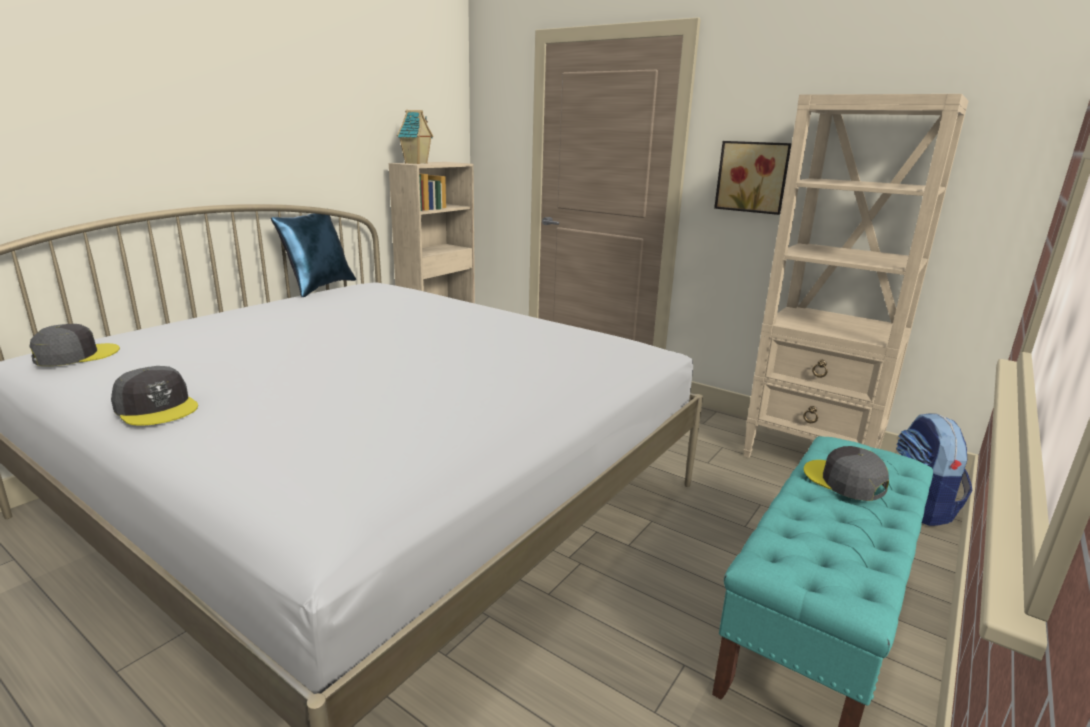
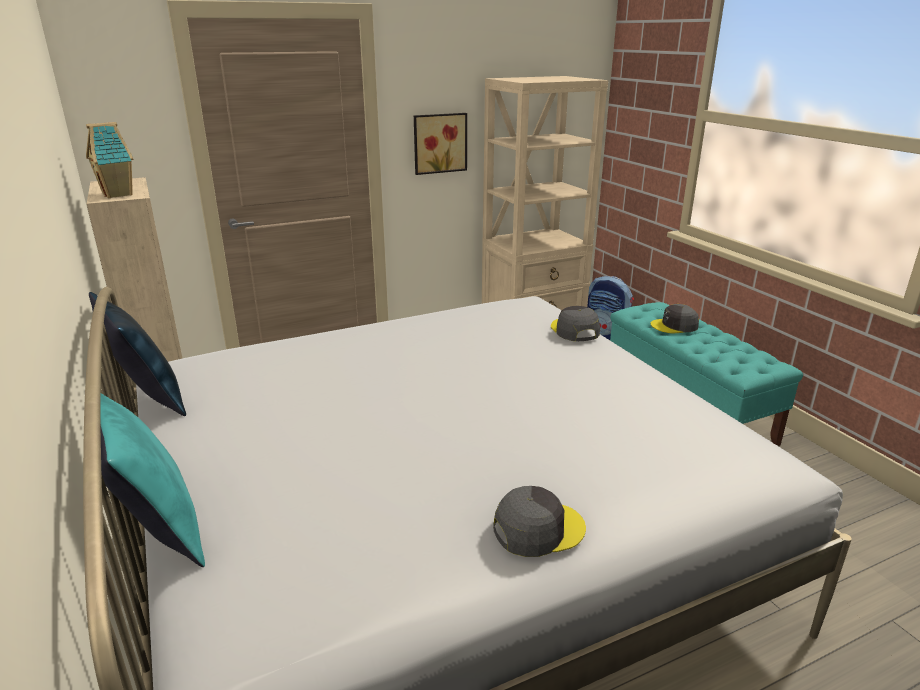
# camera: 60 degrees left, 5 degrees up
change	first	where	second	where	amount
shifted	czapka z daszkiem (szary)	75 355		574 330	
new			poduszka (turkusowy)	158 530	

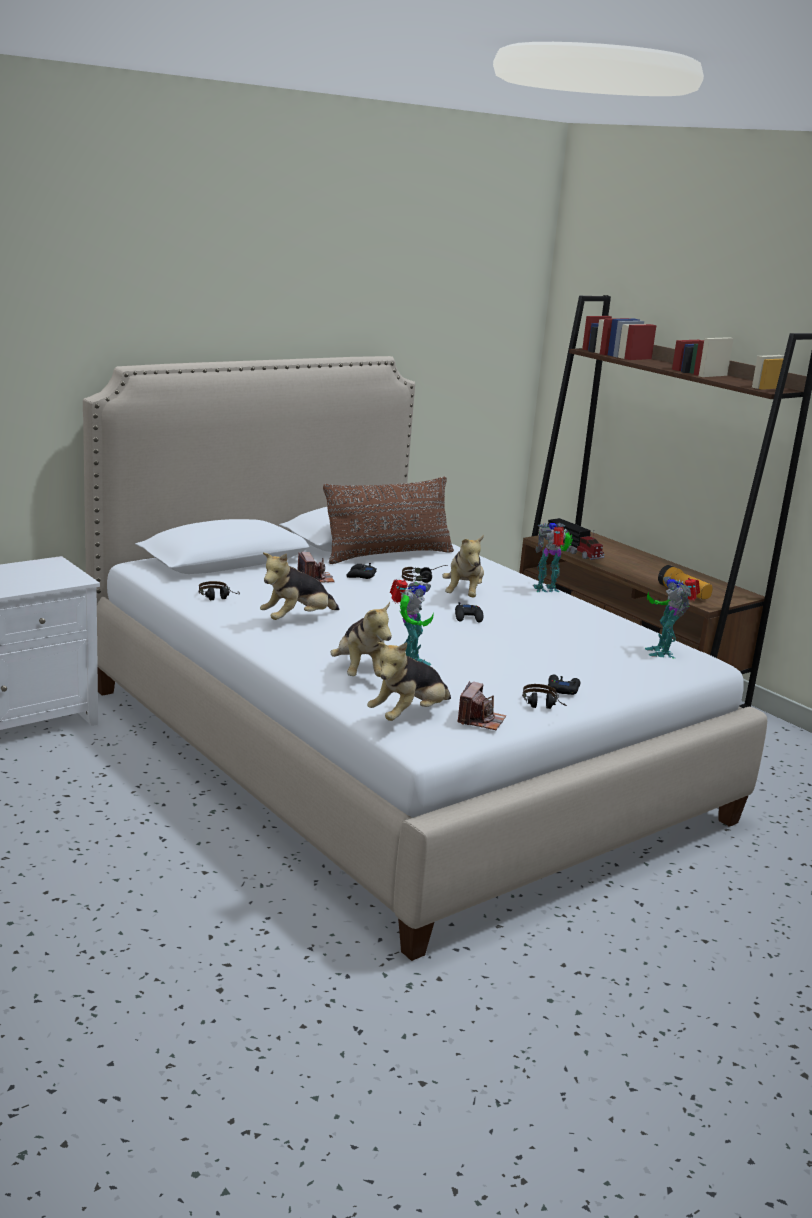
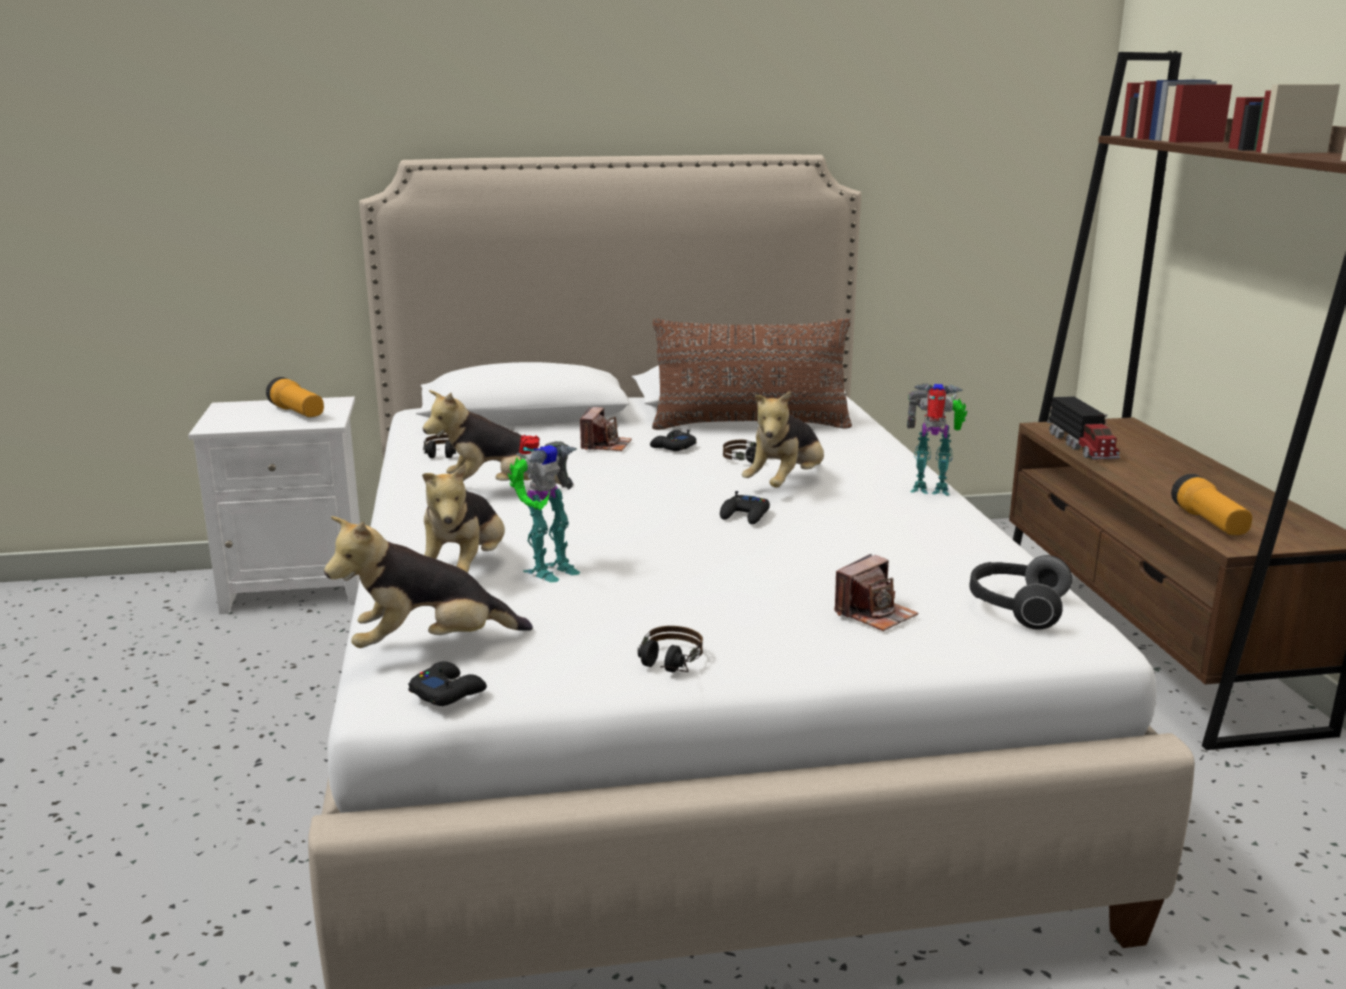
# camera: 30 degrees right, 0 degrees up
change	first	where	second	where	amount
shifted	aparat fotograficzny	480 720		875 614	
shifted	pad do gier (czarny)	562 689		448 692	
swapped	robot zabawkowy	663 652	słuchawki	1015 608	
new			latarka	297 413	

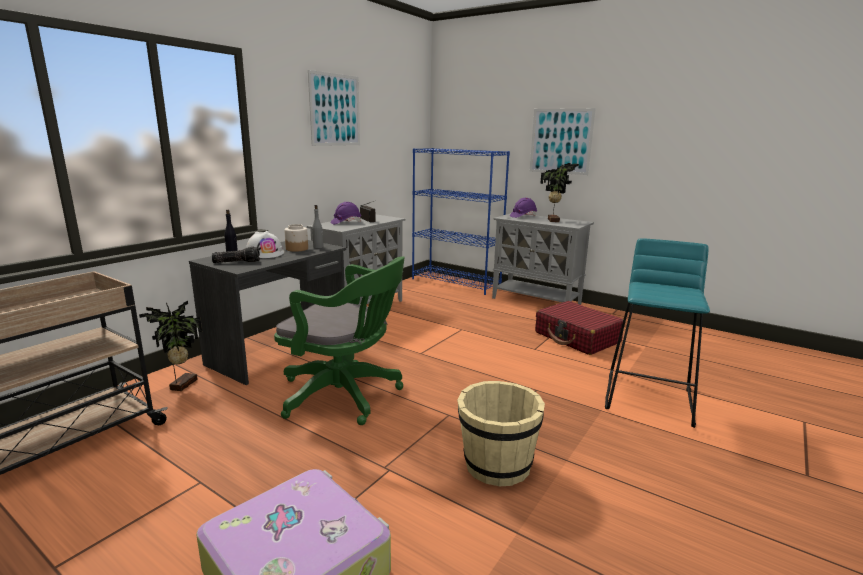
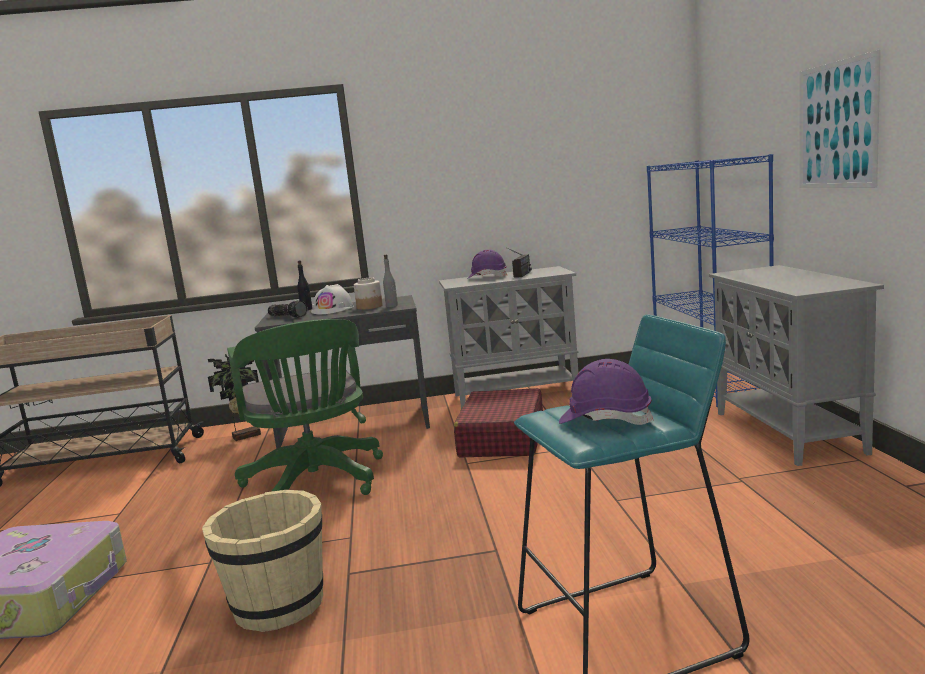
# camera: 50 degrees right, 5 degrees down
change	first	where	second	where	amount
gone	obraz	335 110			
shifted	kask (fioletowy)	523 216		605 420	
shifted	walizka (czerwony)	577 338		502 438	
gone	roślina doniczkowa	554 220			

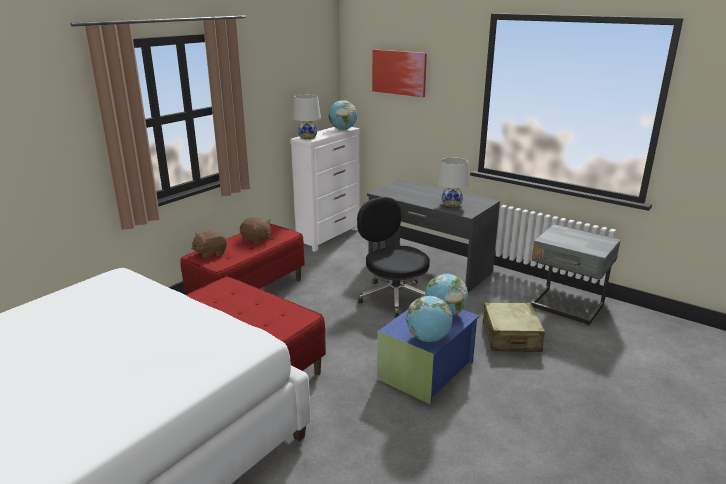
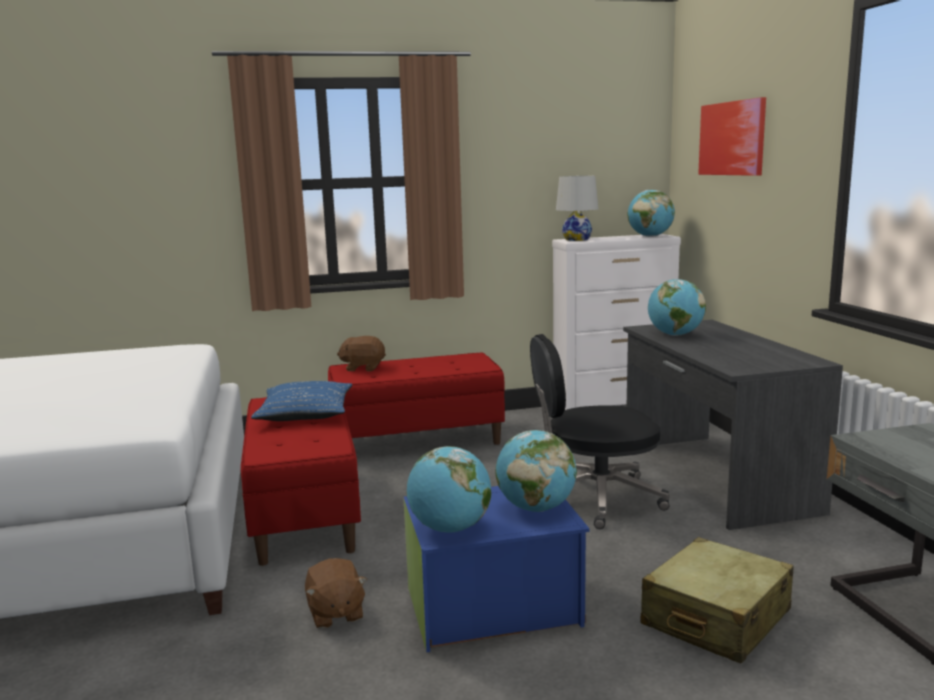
# camera: 40 degrees right, 10 degrees down
change	first	where	second	where	amount
shifted	pluszak (brązowy)	256 239		335 613	
rotated	krzesło biurowe (czarny)	393 297		595 498	105 degrees counterclockwise
gone	lampa stołowa (biały)	451 204			
new			poduszka (niebieski)	305 413	
new			globus	675 335	

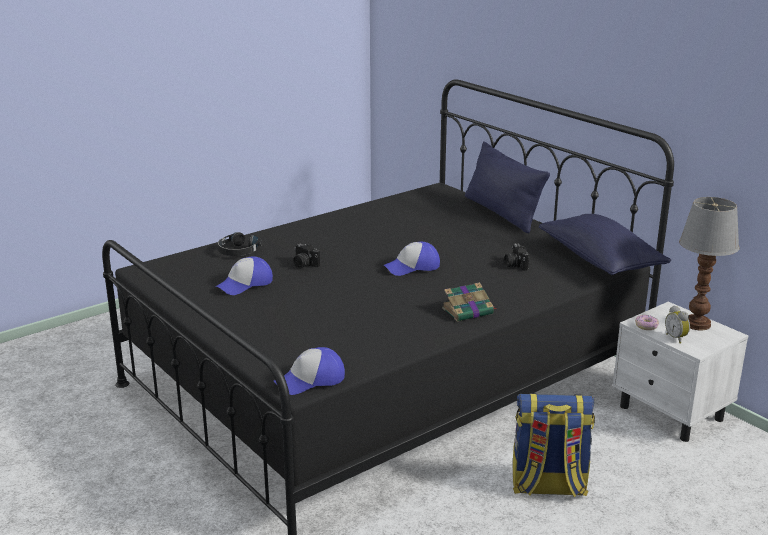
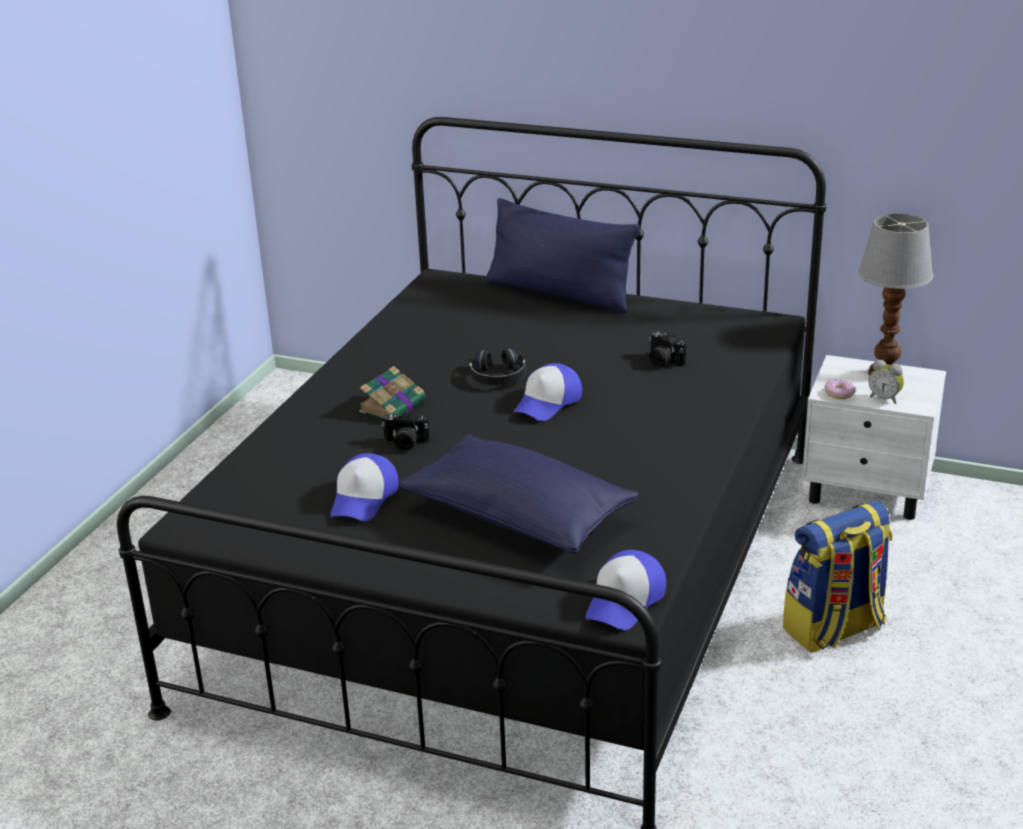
# camera: 30 degrees left, 5 degrees up
change	first	where	second	where	amount
shifted	słuchawki (czarny)	238 251		498 376	
shifted	książka	468 311		394 405	
shifted	poduszka (niebieski)	600 260		518 517	

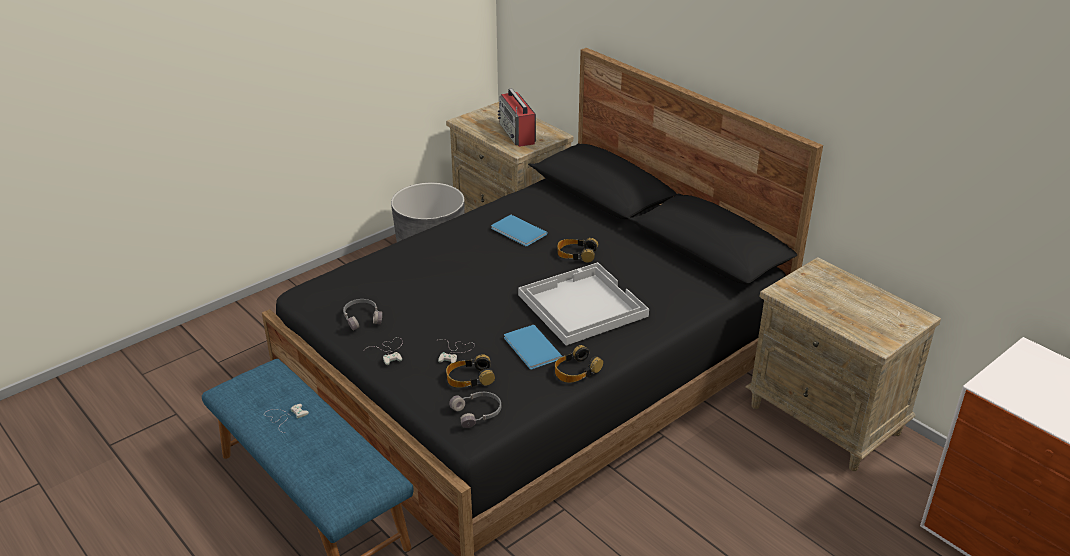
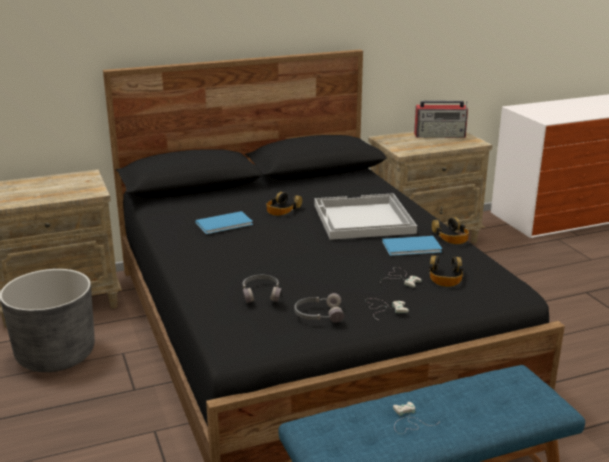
# camera: 70 degrees left, 10 degrees down
change	first	where	second	where	amount
shifted	słuchawki (szary)	478 413		261 293	
shifted	radio	517 134		440 135	

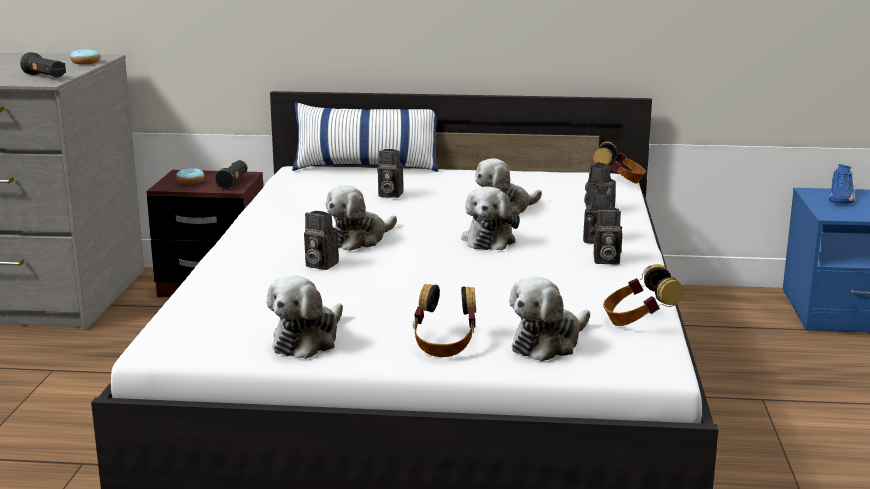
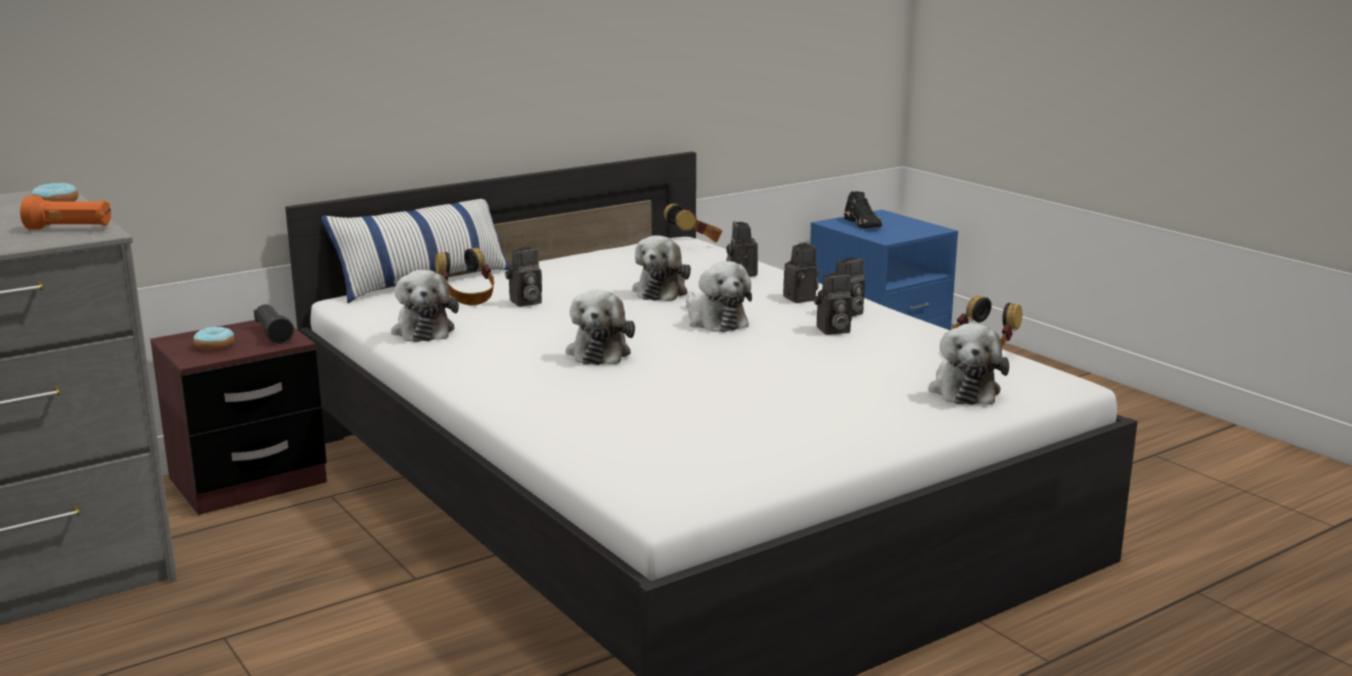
# camera: 40 degrees left, 0 degrees up
change	first	where	second	where	amount
repainted	latarka (czarny)	45 77	latarka (pomarańczowy)	70 229	
shifted	pluszak	308 340		423 330	
shifted	aparat fotograficzny	319 264		832 330	
shifted	słuchawki	444 345		467 298	
repainted	but (niebieski)	841 198	but (czarny)	863 224	

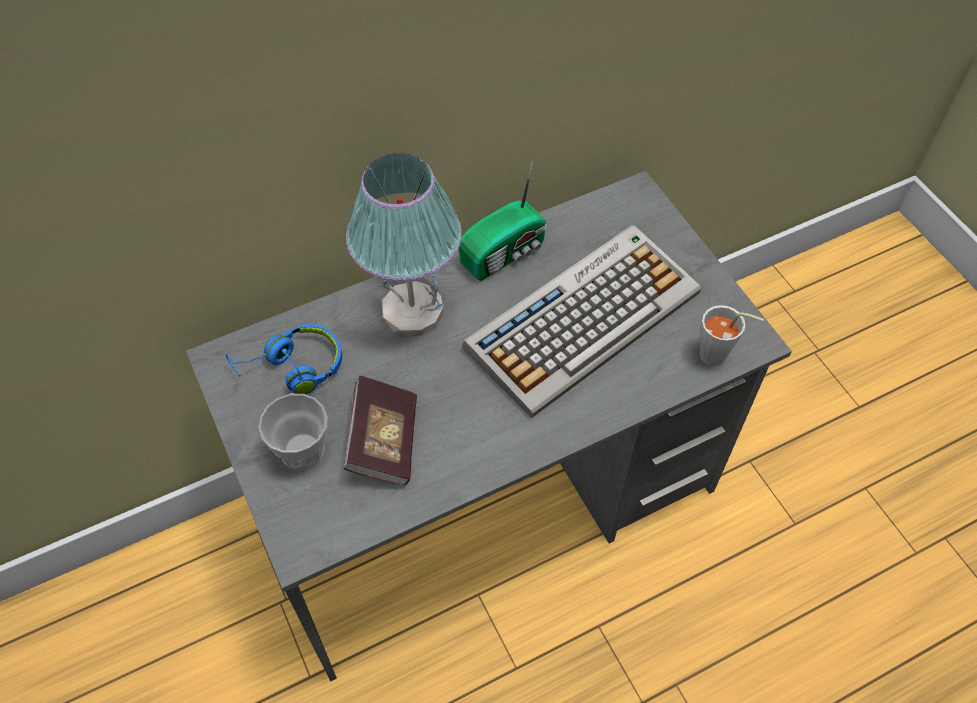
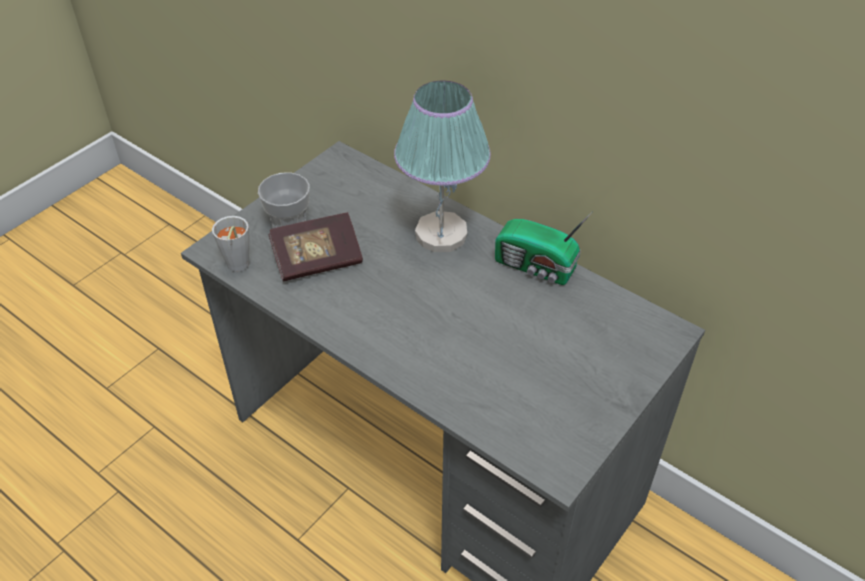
# camera: 65 degrees right, 10 degrees down
change	first	where	second	where	amount
gone	słuchawki (niebieski)	292 368			
gone	klawiatura	584 318			
shifted	filiżanka (szary)	718 357		237 267	

